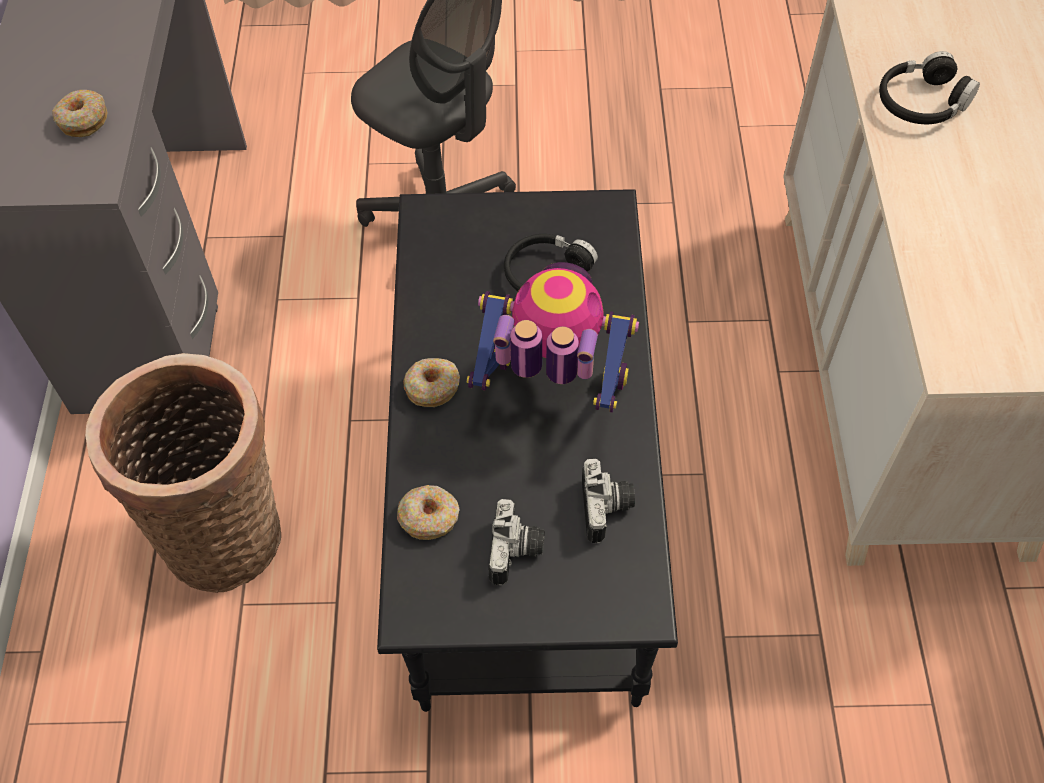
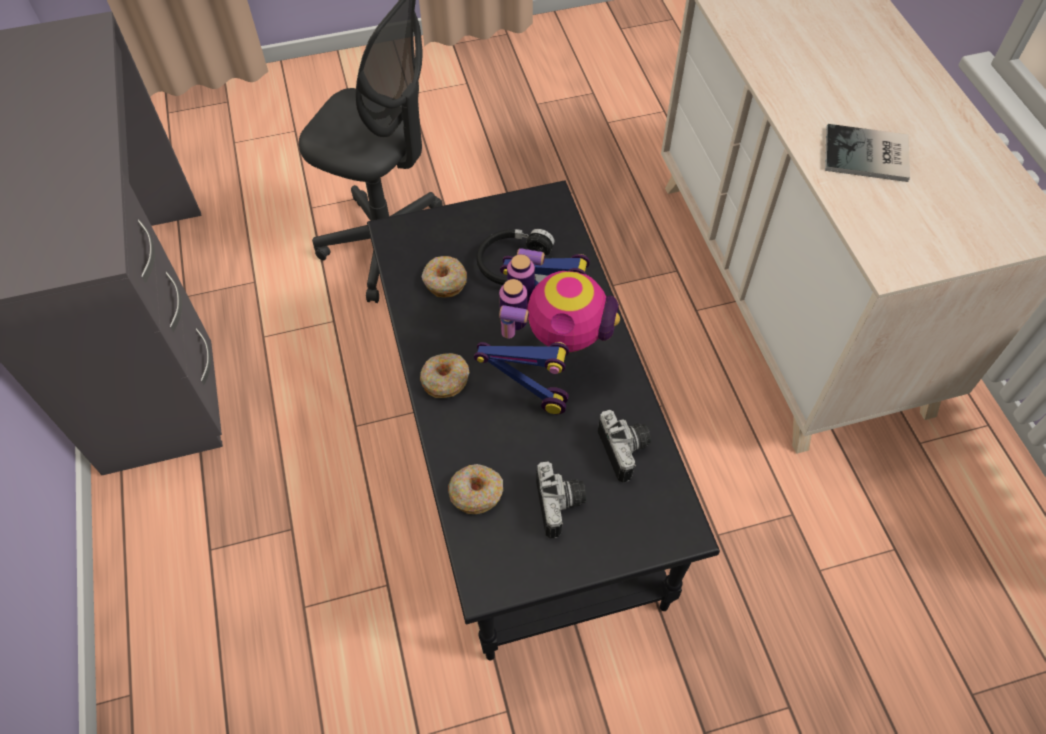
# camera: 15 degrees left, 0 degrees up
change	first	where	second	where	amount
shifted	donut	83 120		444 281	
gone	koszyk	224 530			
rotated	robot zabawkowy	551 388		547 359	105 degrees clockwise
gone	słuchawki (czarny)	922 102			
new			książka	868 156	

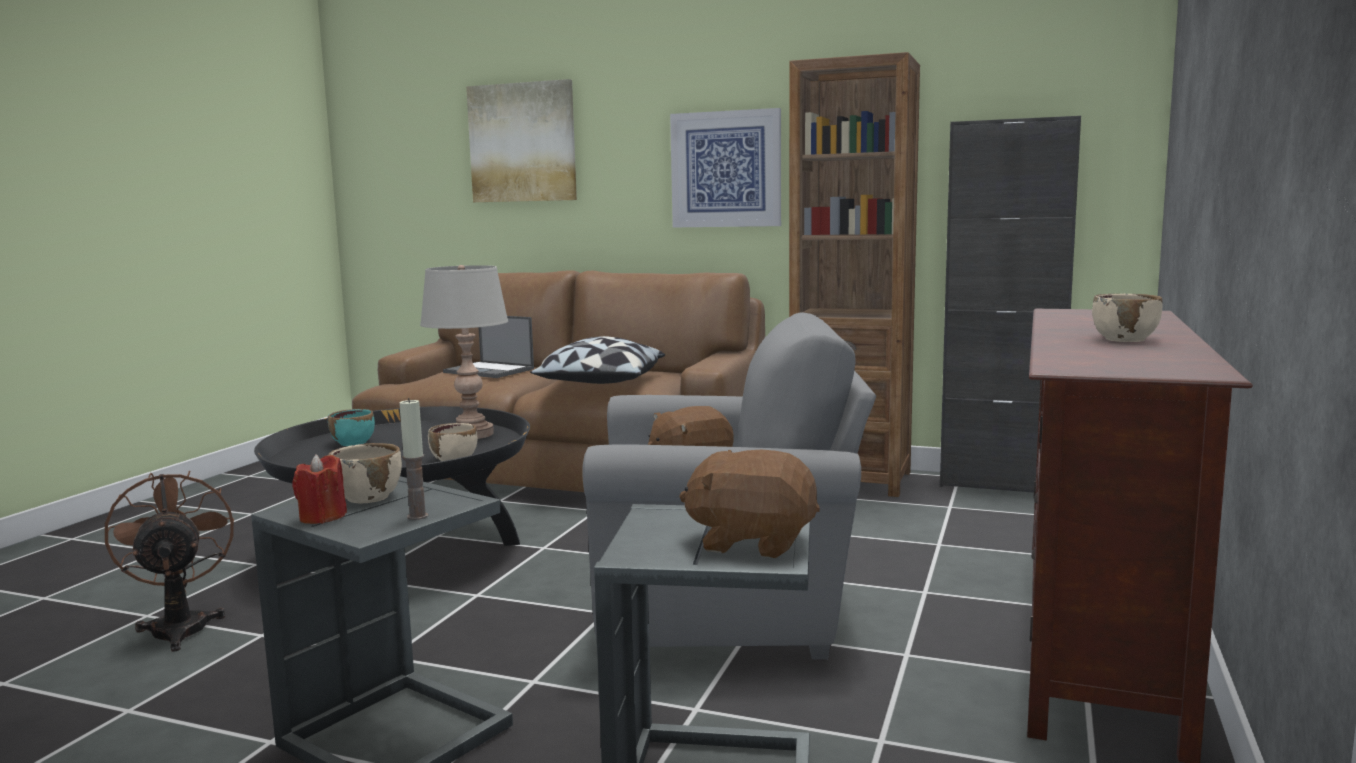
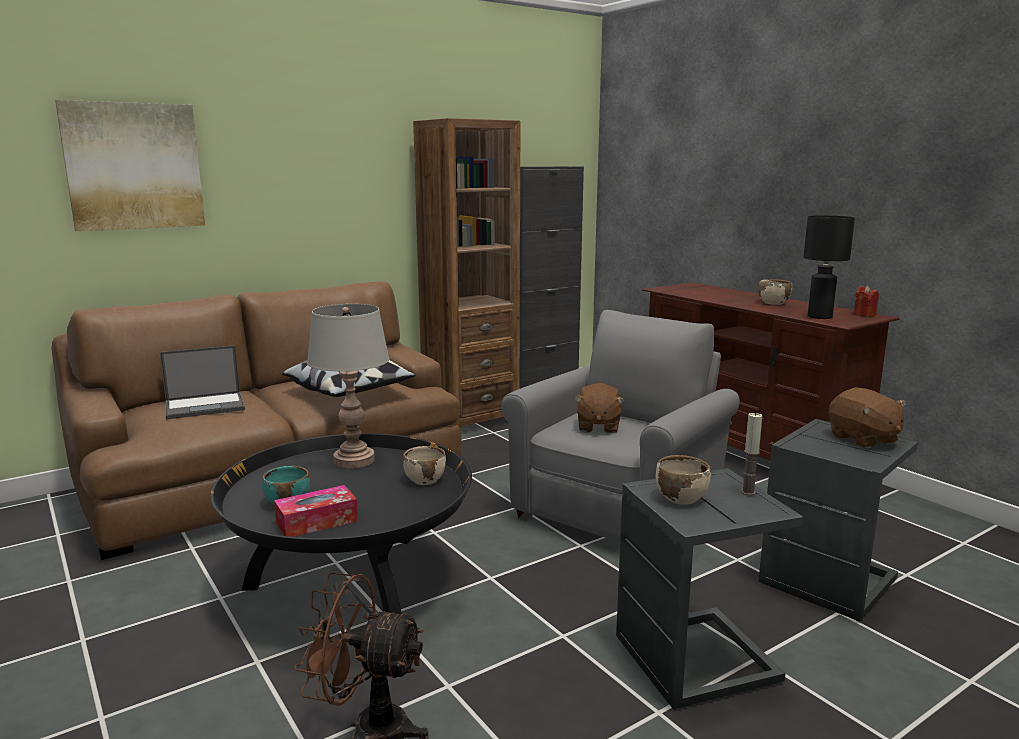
# camera: 55 degrees left, 5 degrees up
change	first	where	second	where	amount
shifted	świeca (czerwony)	322 517		864 314	
gone	obraz	726 169			
rotated	pluszak (brązowy)	752 542		863 439	75 degrees counterclockwise
new			pudełko chusteczek	317 522	
new			lampa stołowa (czarny)	820 317	

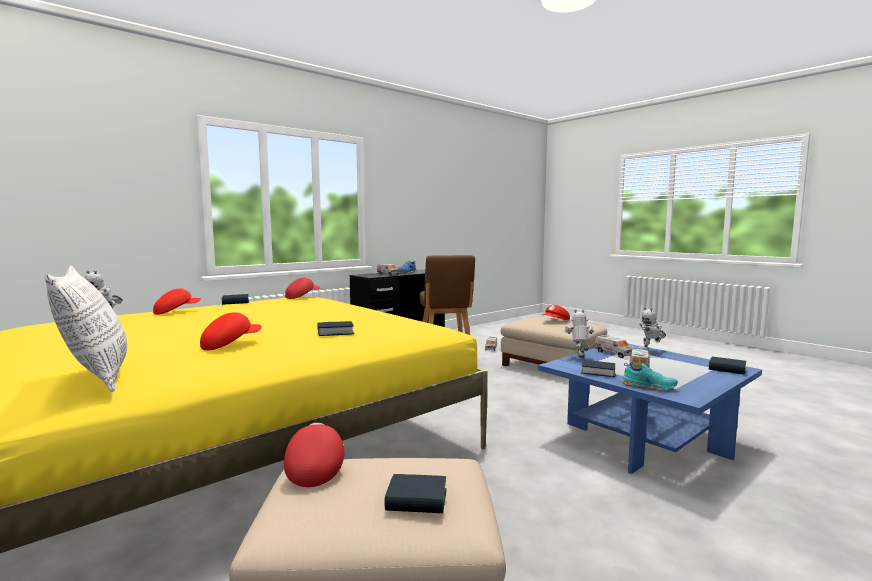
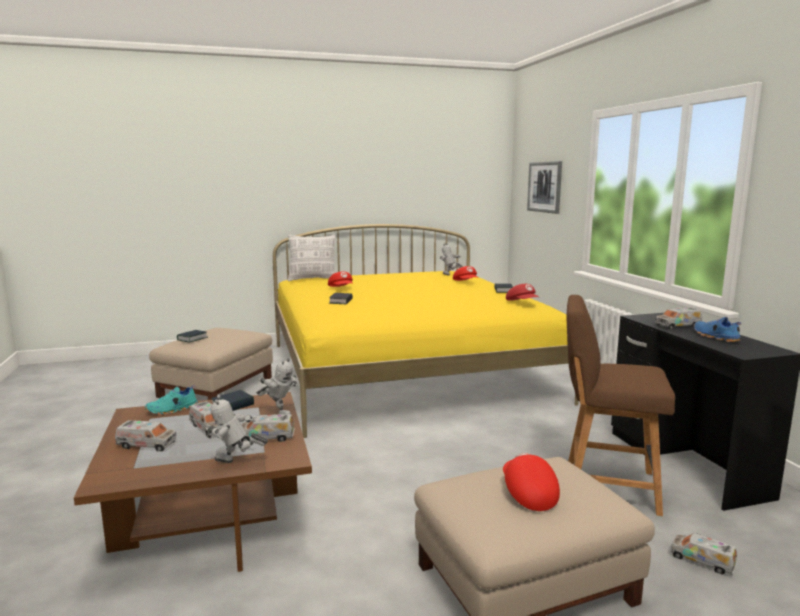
# camera: 115 degrees right, 5 degrees up
change	first	where	second	where	amount
gone	czapka z daszkiem (czerwony)	315 468			
repainted	ława (niebieski)	644 440	ława (brązowy)	210 519	
rotated	robot zabawkowy	651 351		236 463	90 degrees counterclockwise
gone	książka	727 369			
new			ciężarówka zabawkowa	147 445	
new			obraz	544 187	

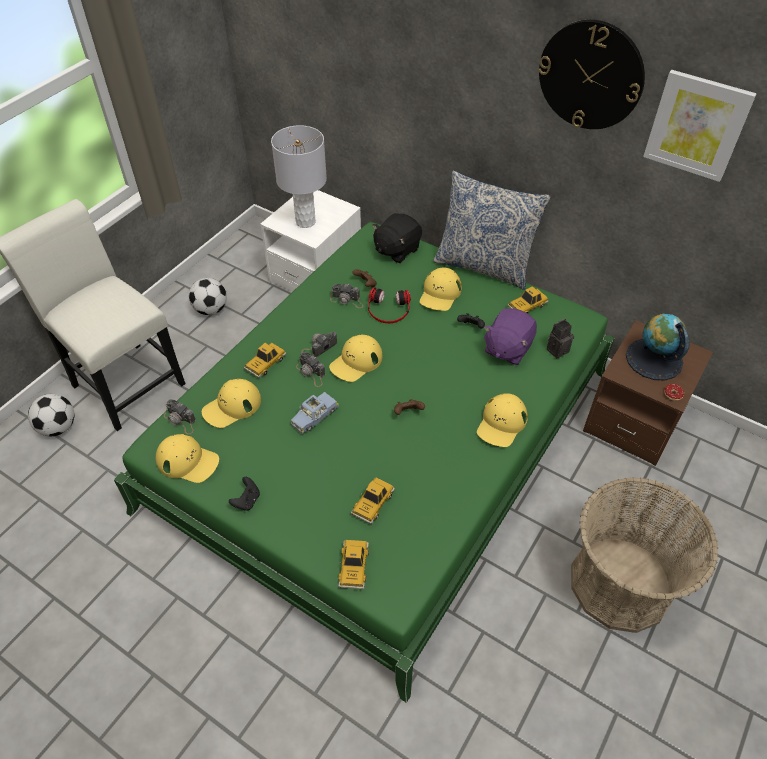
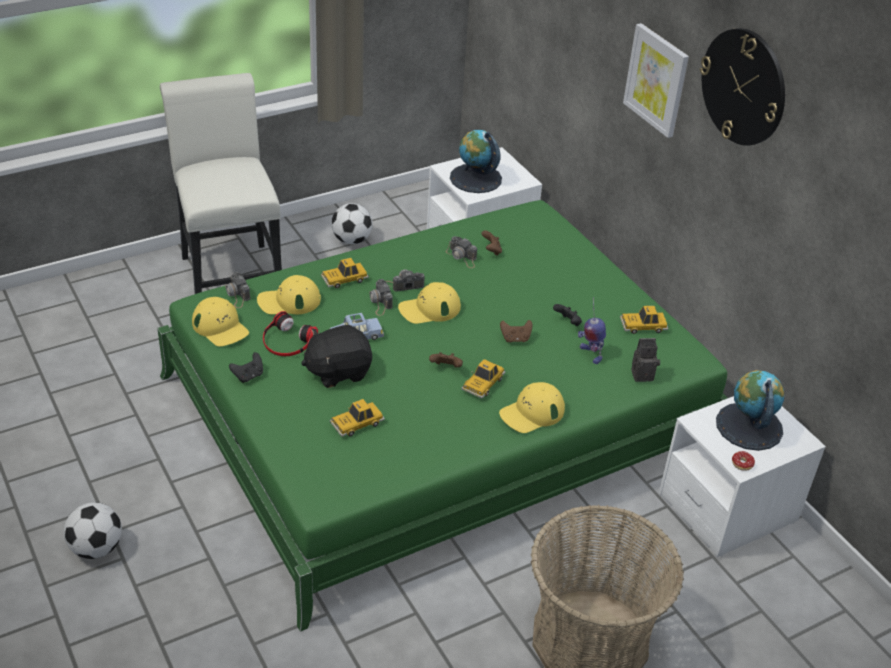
# camera: 25 degrees right, 10 degrees down
change	first	where	second	where	amount
shifted	piłka futbolowa	58 427		96 548	
swapped	lampa stołowa (szary)	305 222	globus	475 178	
shifted	samochodzik	354 566		483 383	
shifted	słuchawki	388 309		287 341	
shifted	pluszak (czarny)	396 250		338 371	
gone	czapka z daszkiem (żółty)	440 293			
gone	poduszka	484 265			
swapped	pluszak (fioletowy)	507 348	robot zabawkowy	590 354	
repainted	szafka nocna (brązowy)	633 420	szafka nocna (biały)	727 508	
shifted	obraz	697 125		657 80	
new			pad do gier (brązowy)	515 339	

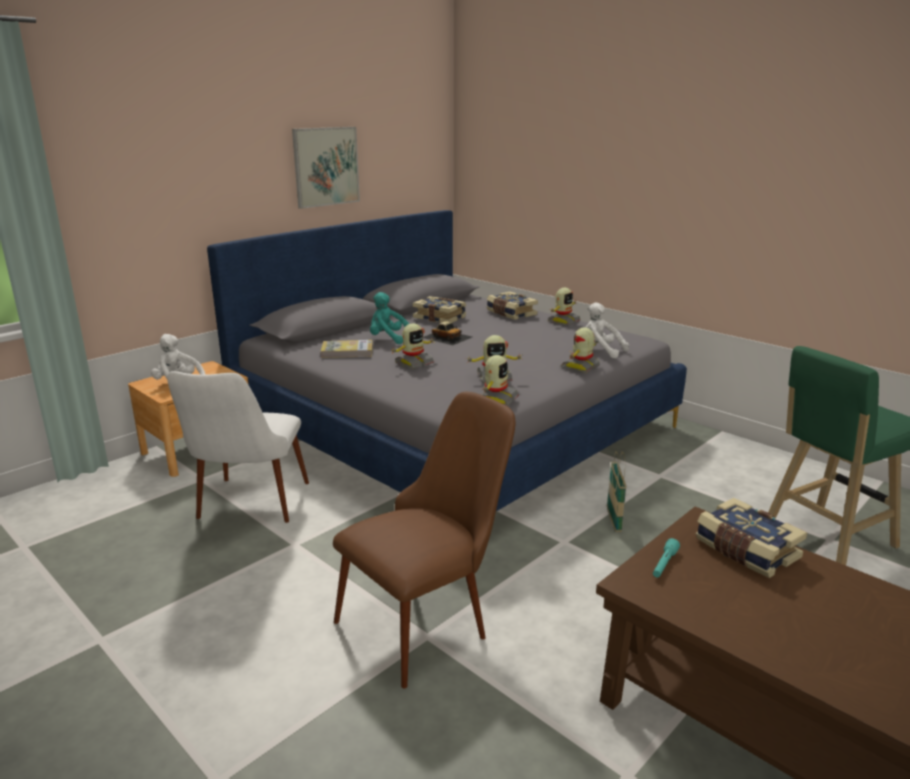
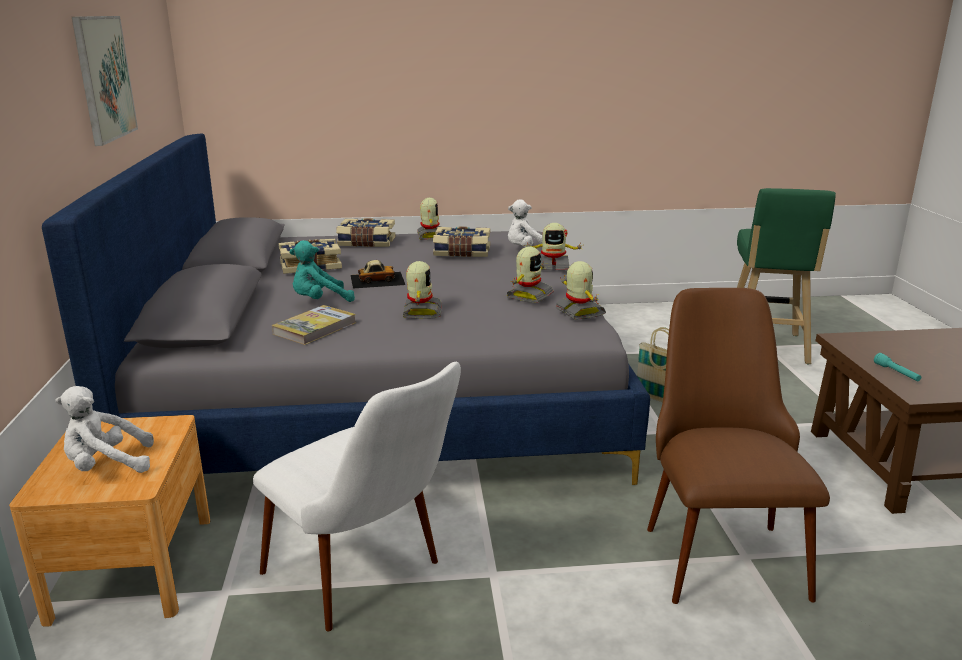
# camera: 50 degrees left, 0 degrees up
change	first	where	second	where	amount
rotated	robot zabawkowy	581 367		553 266	75 degrees counterclockwise
shifted	książka	745 551		462 252	

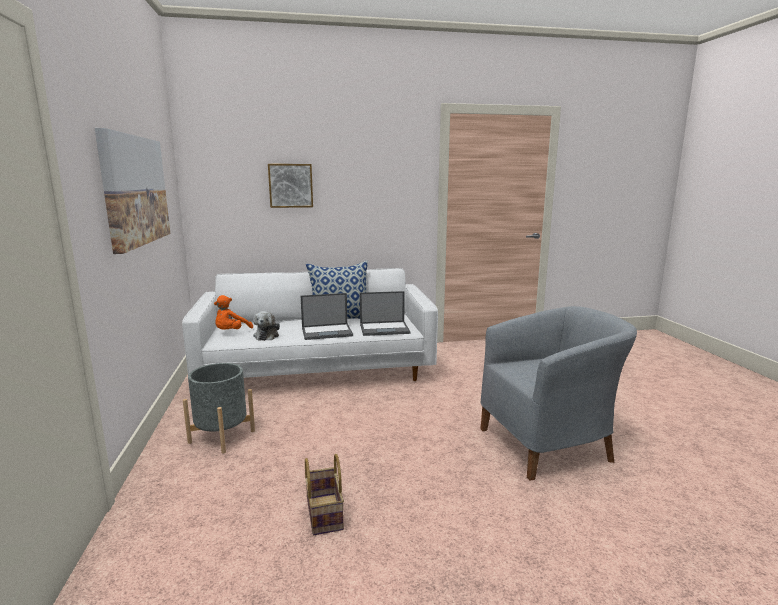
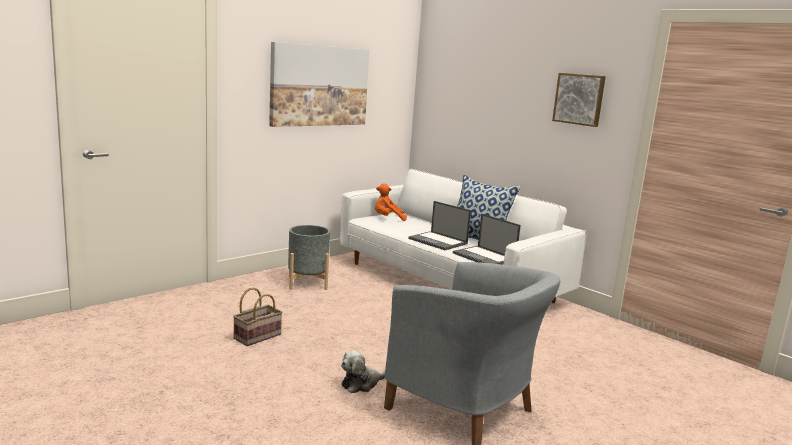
# camera: 55 degrees right, 0 degrees up
change	first	where	second	where	amount
shifted	pluszak	267 335		362 383	
shifted	obraz	291 185		579 99	

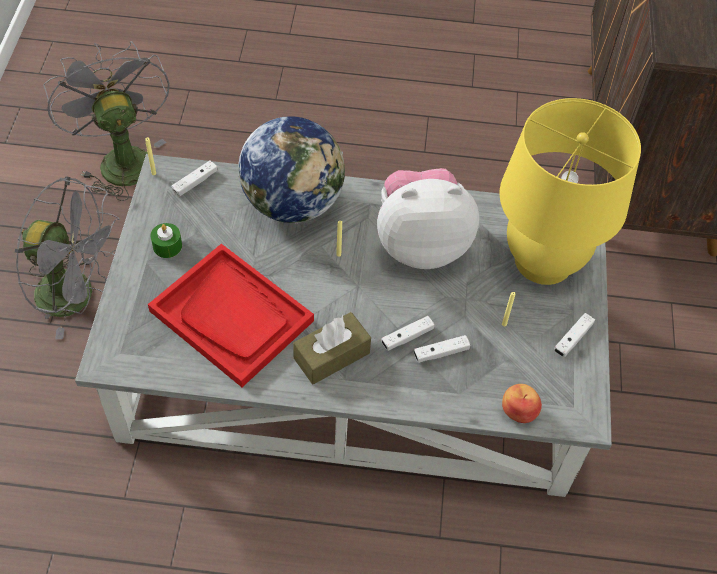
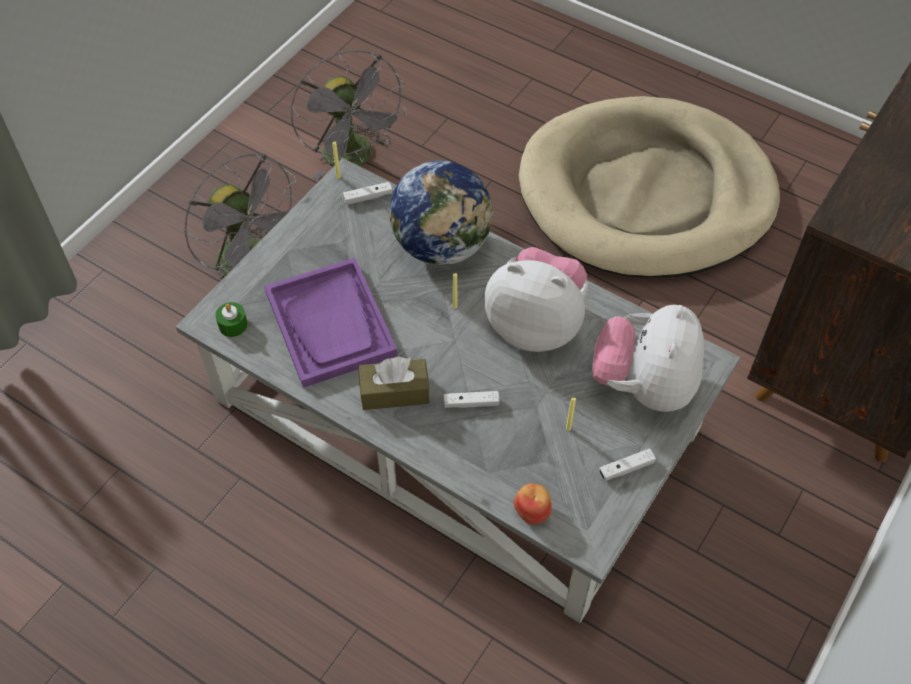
# camera: 30 degrees right, 0 degrees up
change	first	where	second	where	amount
rotated	wentylator (szary)	121 159		354 159	150 degrees clockwise
repainted	taca (czerwony)	232 316	taca (fioletowy)	331 324	
shifted	świeca (zielony)	167 246		233 325	
gone	pad do gier (biały)	441 353			
swapped	lampa stołowa (żółty)	543 260	pluszak	644 385	
new			legowisko (beżowy)	646 194	

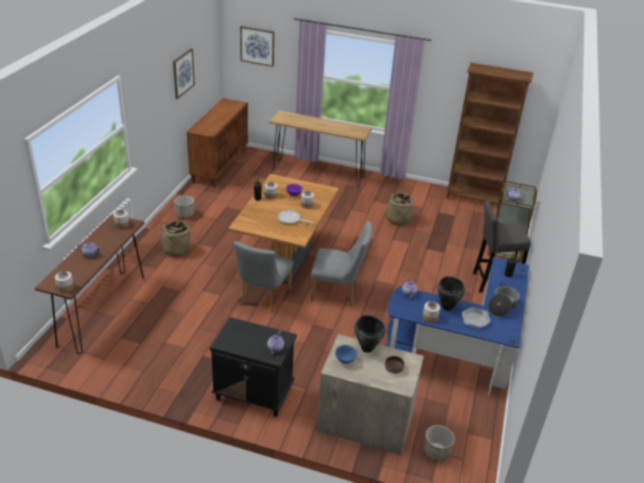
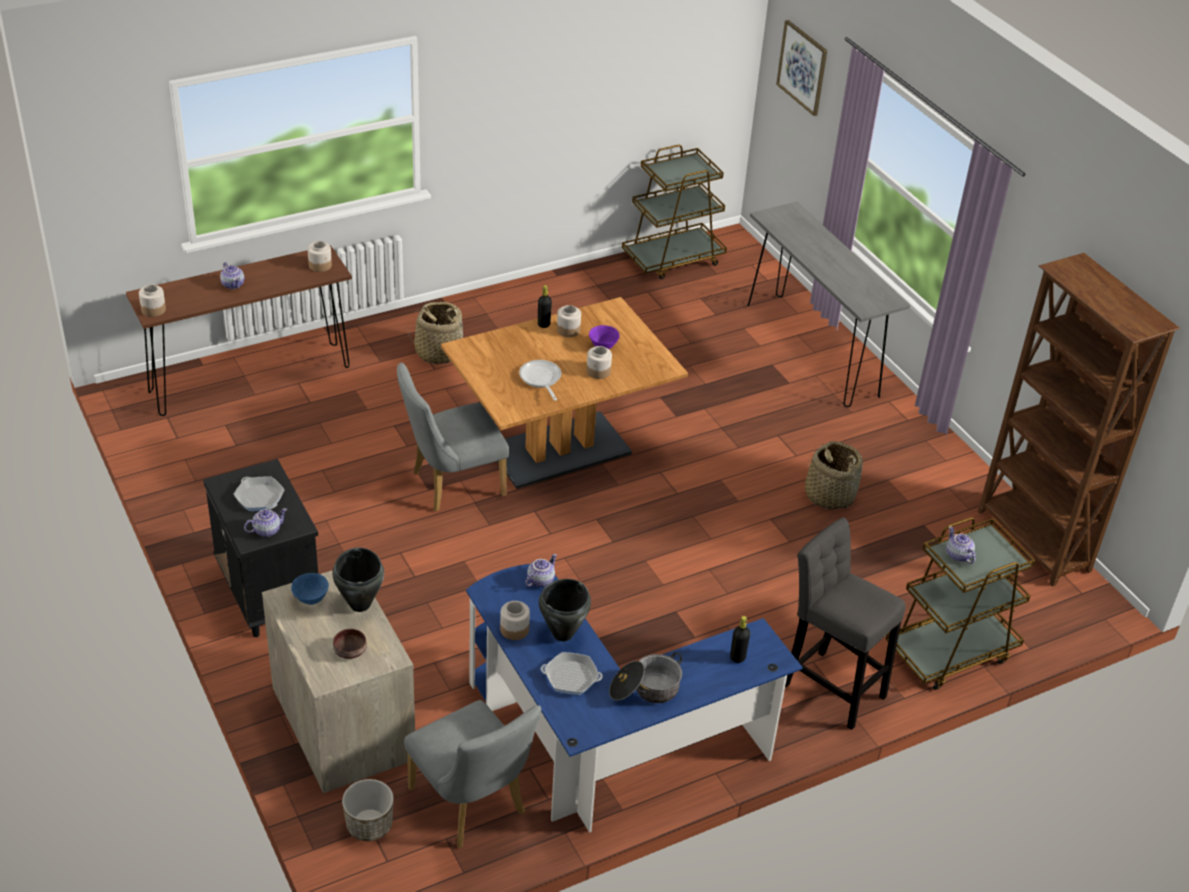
# camera: 45 degrees right, 5 degrees up
change	first	where	second	where	amount
gone	obraz	183 73			
gone	donica	185 214			
swapped	szafka (brązowy)	219 166	wózek (brązowy)	673 259	
repainted	stolik konsolowy (brązowy)	317 173	stolik konsolowy (szary)	811 349	
shifted	krzesło (szary)	338 292		472 806	
new			patelnia	259 497	

